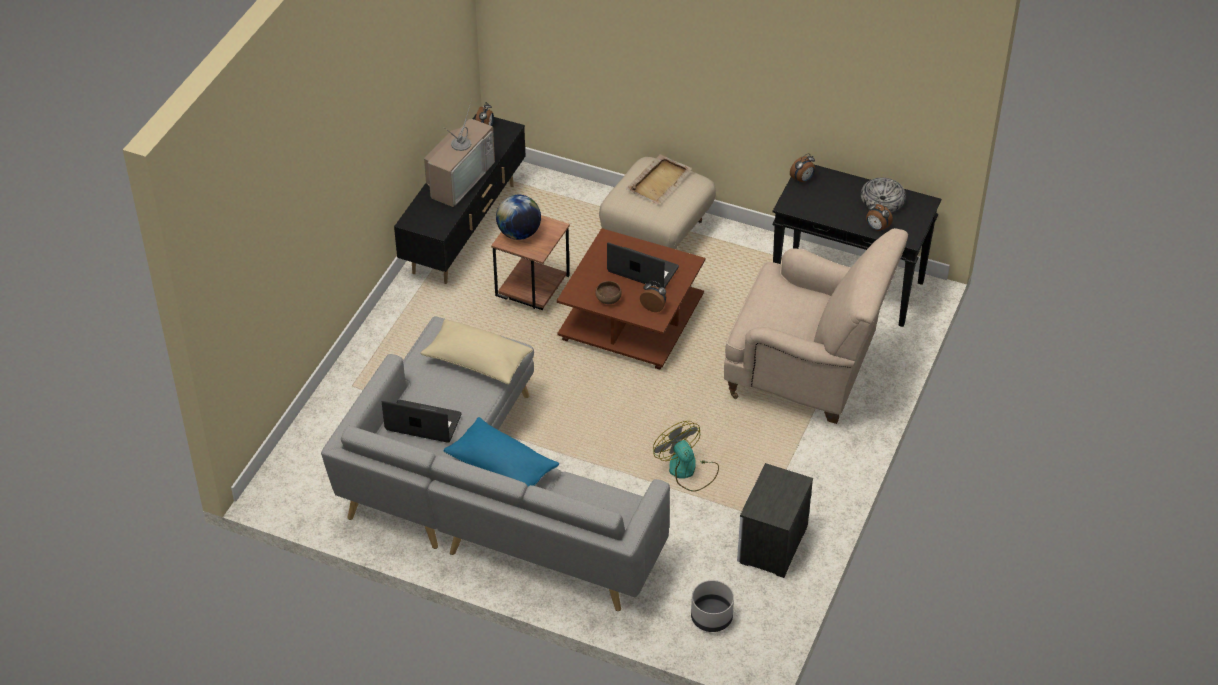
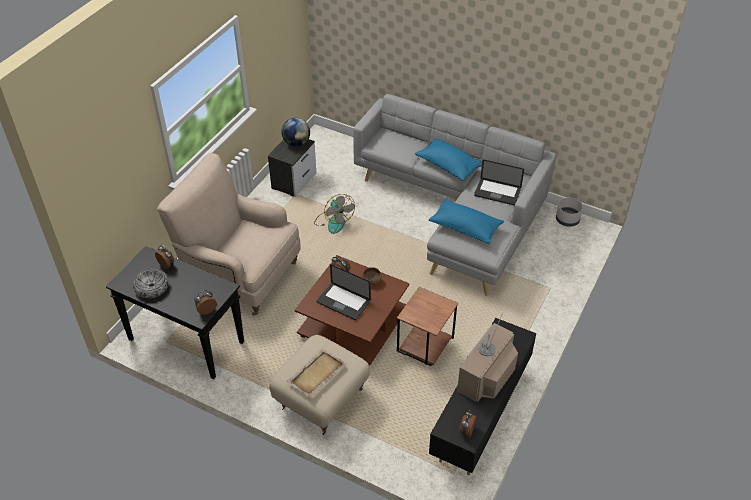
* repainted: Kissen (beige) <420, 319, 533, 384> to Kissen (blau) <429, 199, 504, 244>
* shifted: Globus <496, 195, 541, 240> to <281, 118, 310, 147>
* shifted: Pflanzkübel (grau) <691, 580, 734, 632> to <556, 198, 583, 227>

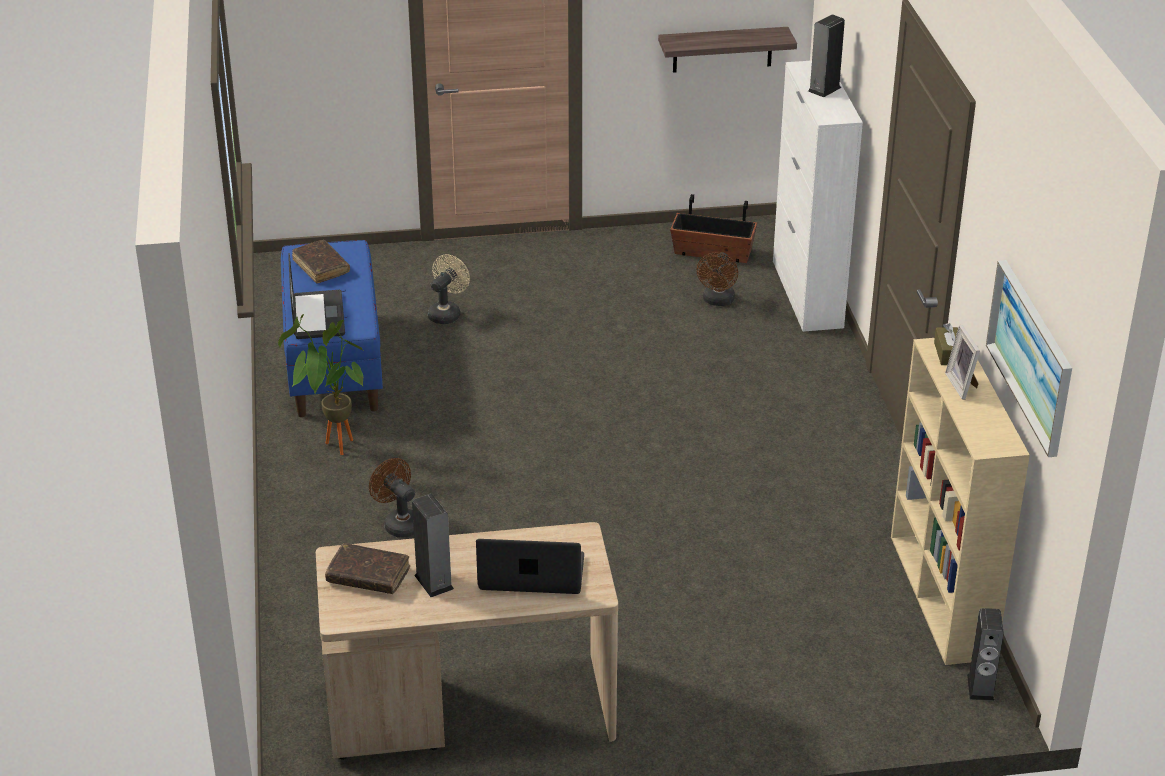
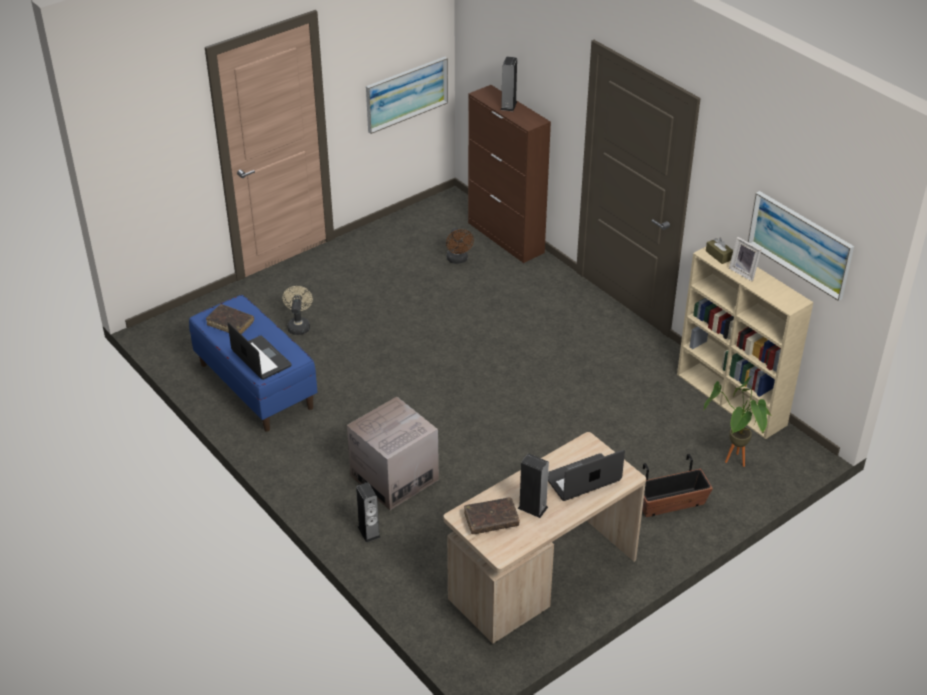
* shifted: Topfpflanze <278, 314, 363, 455> to <704, 376, 771, 467>
* swapped: Ventilator (braun) <369, 458, 415, 538> to Karton <347, 397, 439, 510>
* swapped: Wandregal <658, 27, 797, 73> to Bild <366, 57, 448, 134>
* shifted: Pflanzkübel <670, 194, 757, 263> to <642, 454, 713, 517>
* repainted: Schrank (weiß) <773, 61, 863, 332> to Schrank (braun) <468, 85, 551, 263>
* shifted: Lautsprecher <967, 608, 1004, 701> to <356, 482, 381, 543>

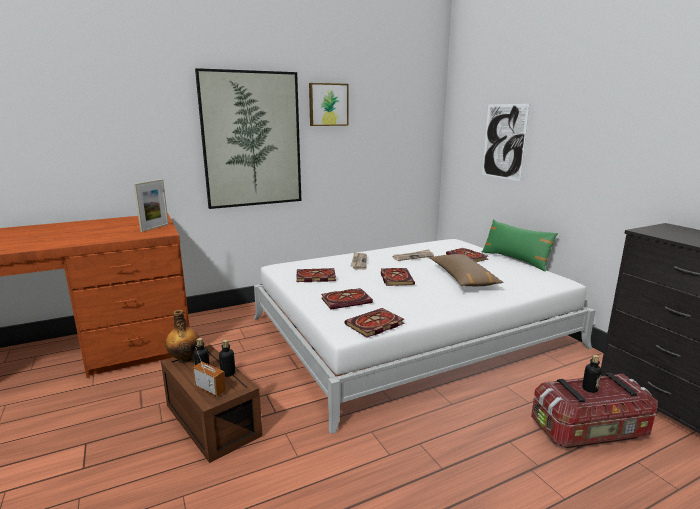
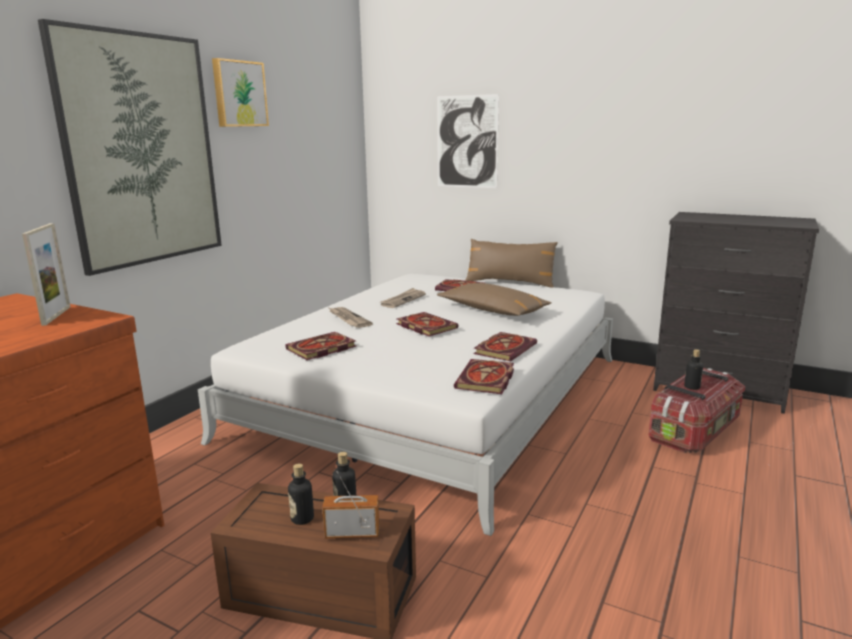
* gone: Flasche <165, 310, 199, 363>
* shifted: Buch <321, 288, 373, 309> to <473, 332, 537, 361>
* repainted: Kissen (grün) <482, 219, 558, 271> to Kissen (braun) <465, 239, 558, 288>

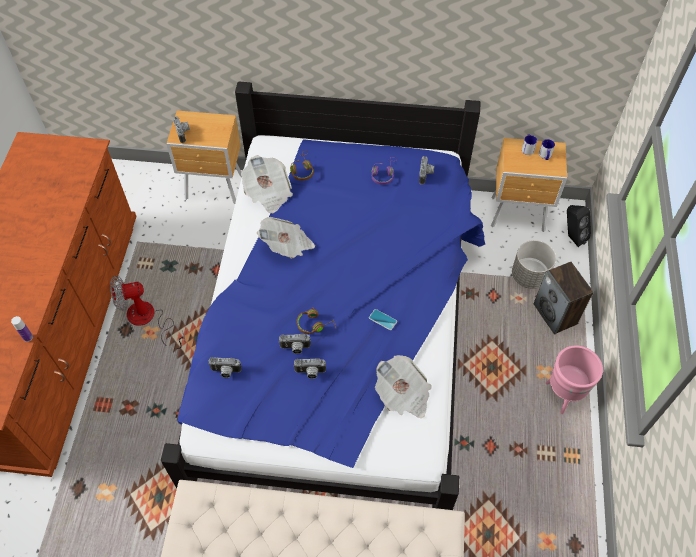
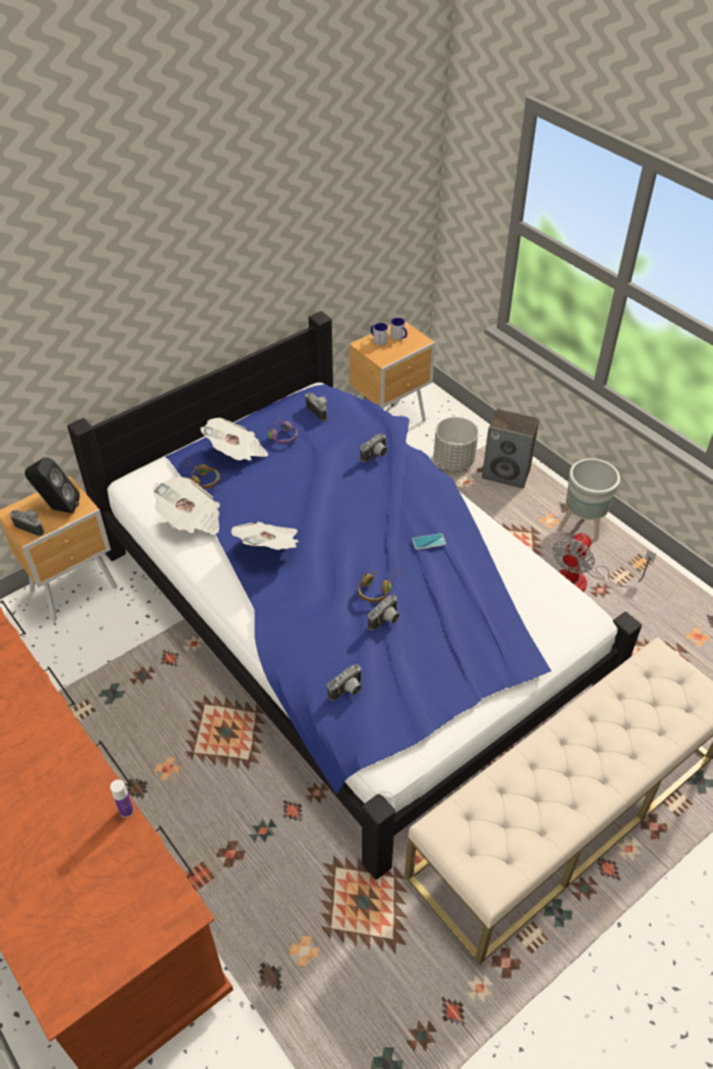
* shifted: Ventilator <110, 276, 186, 349> to <553, 533, 656, 592>
* shifted: Kamera <294, 358, 326, 379> to <360, 433, 387, 462>
* shifted: Zeitung <375, 355, 432, 418> to <200, 418, 268, 461>
* repainted: Pflanzkübel (rosa) <546, 346, 603, 414> to Pflanzkübel (grau) <559, 458, 620, 540>
* shifted: Lautsprecher (schwarz) <567, 205, 591, 247> to <25, 457, 80, 514>

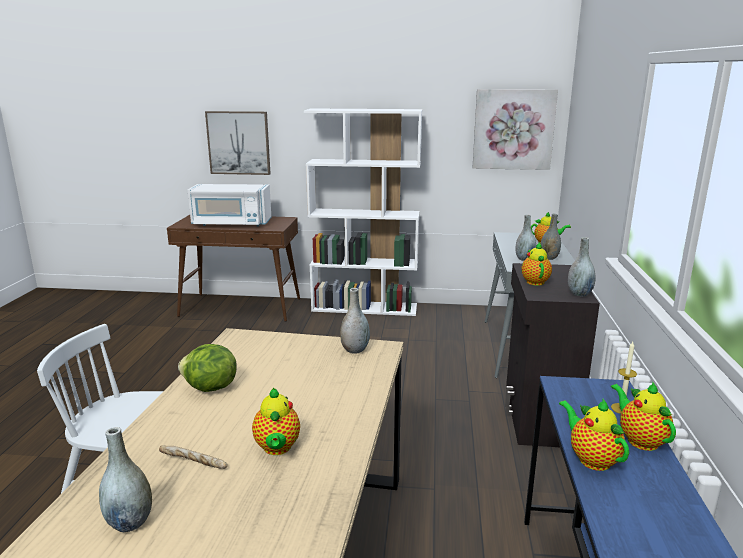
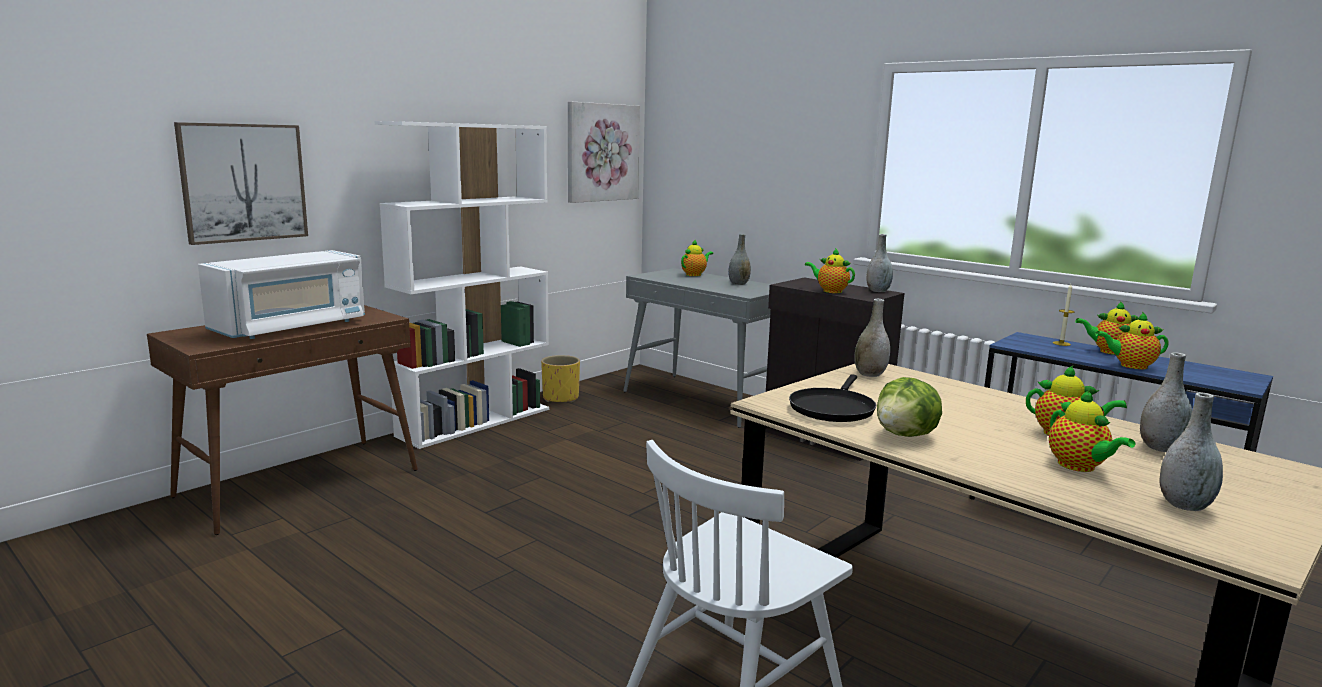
* swapped: Brot <159, 445, 228, 469> to Teekanne <1049, 390, 1136, 472>
* shifted: Vase (grau) <515, 215, 536, 261> to <1140, 352, 1192, 452>
* new: Pflanzkübel (gelb) <541, 355, 580, 403>
* new: Pfanne (schwarz) <789, 375, 876, 422>

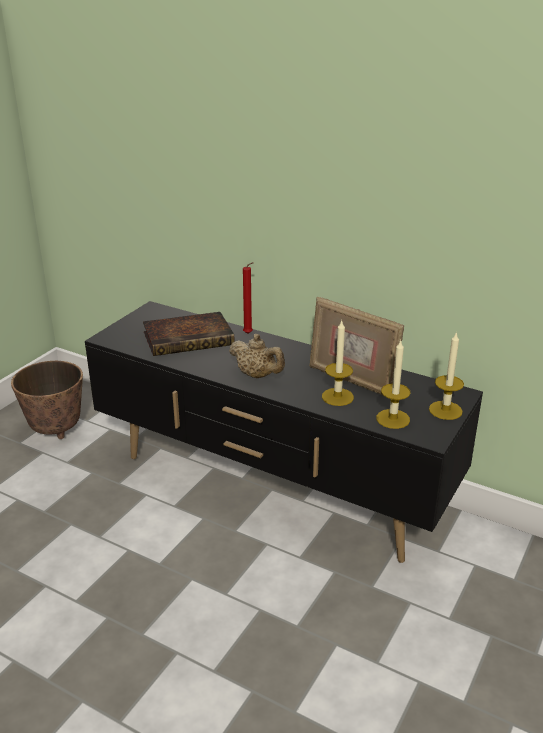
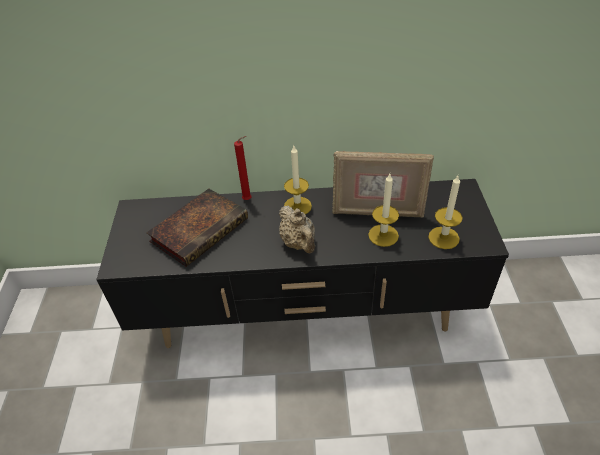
* gone: Pflanzkübel <11, 361, 83, 439>
* rotated: Teekanne (beige) <229, 334, 285, 378> = <279, 206, 315, 253> 60 degrees clockwise
* shifted: Kerze <429, 331, 464, 420> to <284, 146, 312, 214>

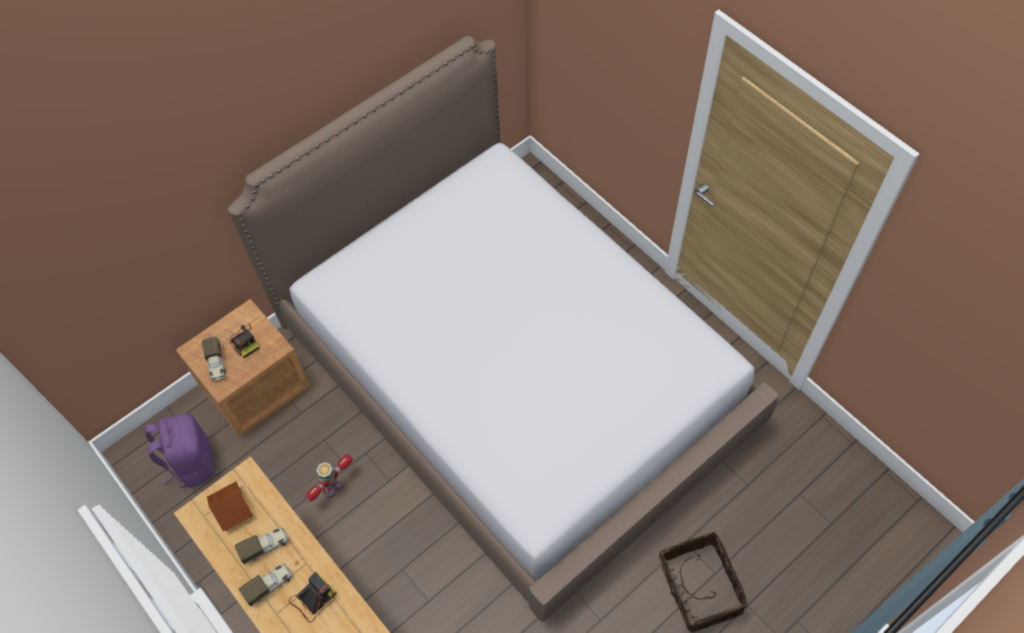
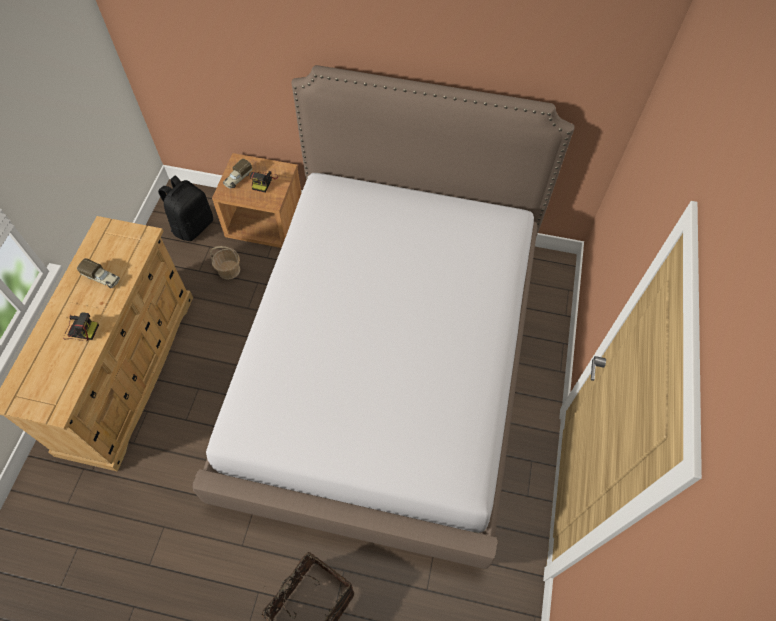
* repainted: Rucksack (lila) <144, 413, 214, 488> to Rucksack (schwarz) <158, 176, 213, 241>
* gone: Spielzeughaus <207, 482, 253, 531>
* gone: Spielzeuglaster <238, 563, 292, 607>
* gone: Spielzeugroboter <306, 454, 353, 501>
* new: Korb <210, 246, 240, 280>

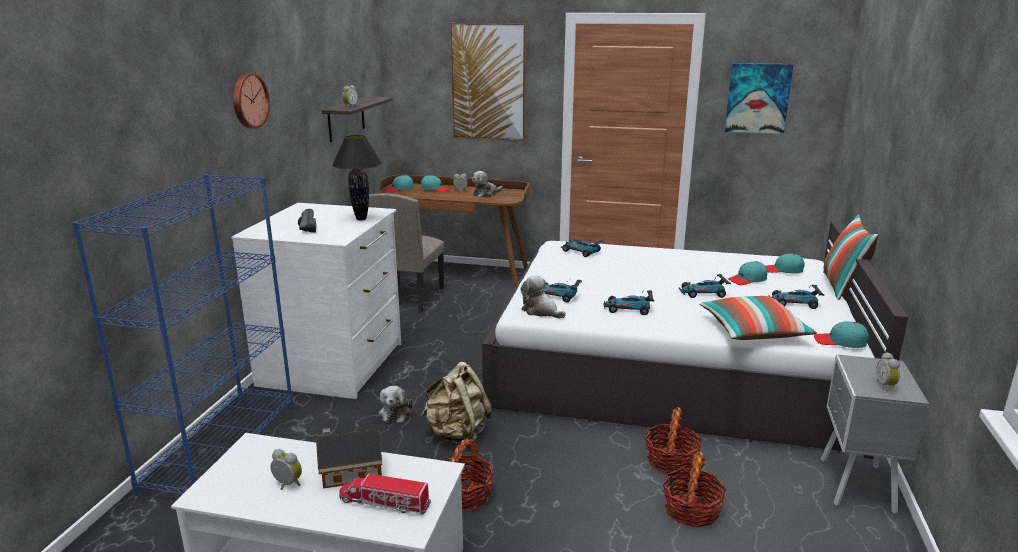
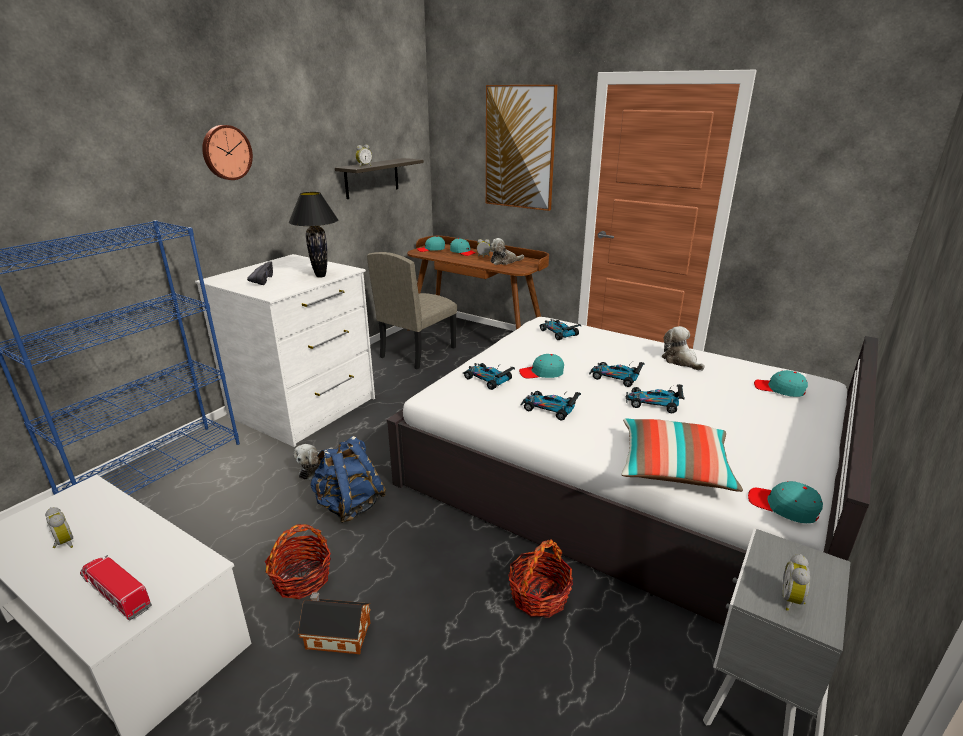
* shifted: Spielzeughaus <316, 428, 382, 489> to <298, 592, 371, 654>
* repainted: Rucksack (beige) <421, 362, 493, 446> to Rucksack (blau) <311, 436, 386, 523>
* shifted: Plüschtier <521, 275, 566, 318> to <661, 326, 705, 371>
* gone: Korb <663, 452, 726, 527>
* gone: Bild <725, 63, 793, 134>
* shifted: Kappe (türkis) <728, 261, 767, 285> to <519, 354, 564, 378>
* shifted: Spielzeugauto <768, 284, 824, 309> to <589, 361, 645, 387>
* gone: Kissen <823, 214, 879, 300>

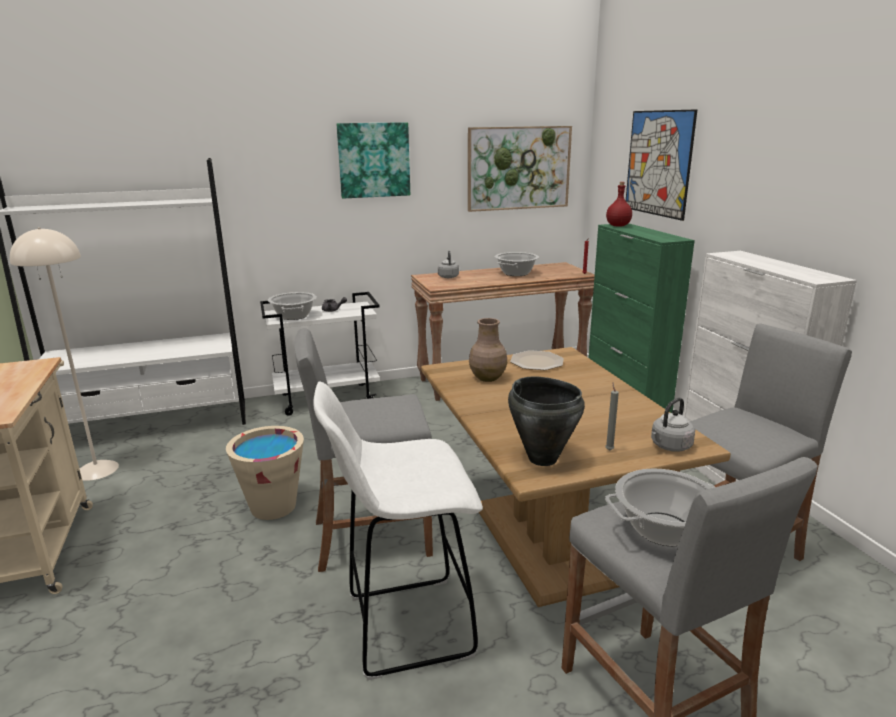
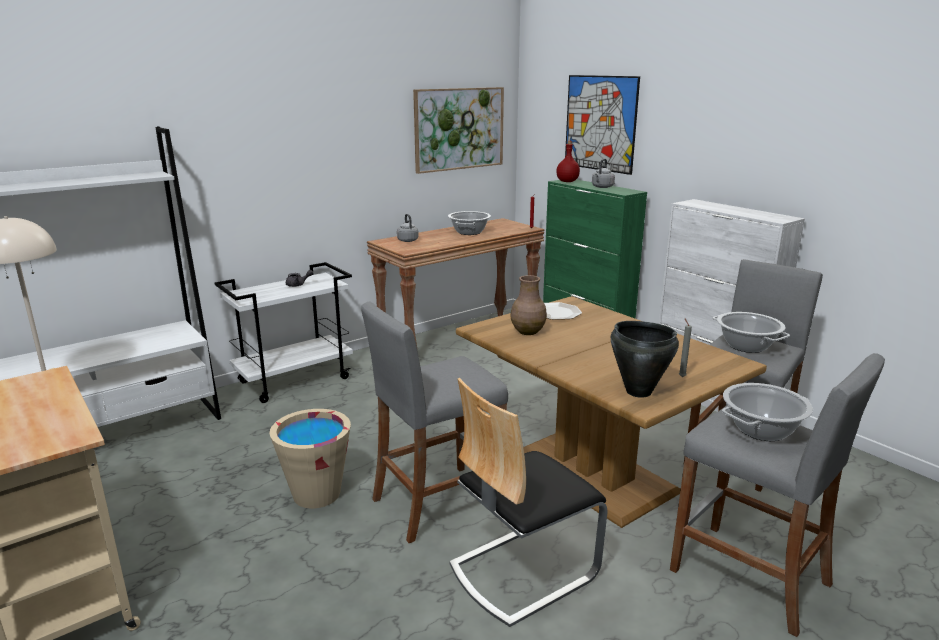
* shifted: Kochtopf <268, 292, 317, 320> to <713, 312, 790, 353>
* swapped: Hocker (weiß) <313, 382, 483, 680> to Stuhl <449, 378, 607, 627>
* gone: Bild <336, 122, 410, 199>
* shifted: Wasserkessel (grau) <651, 398, 695, 452> to <592, 159, 615, 188>

